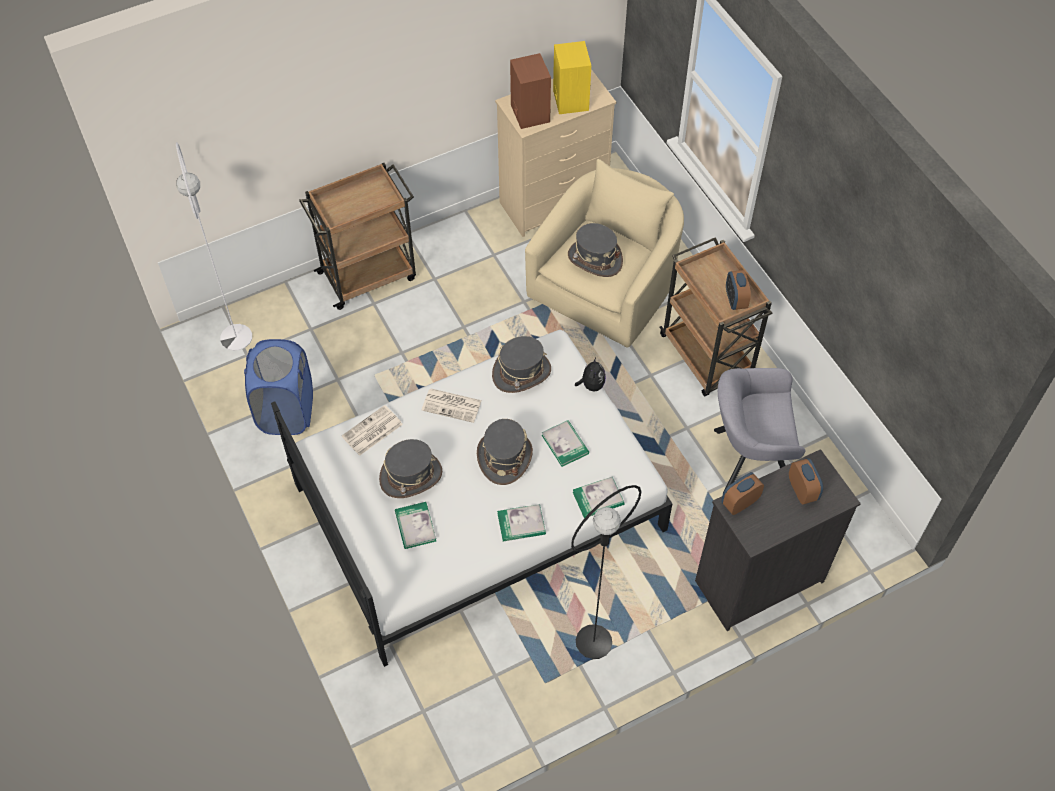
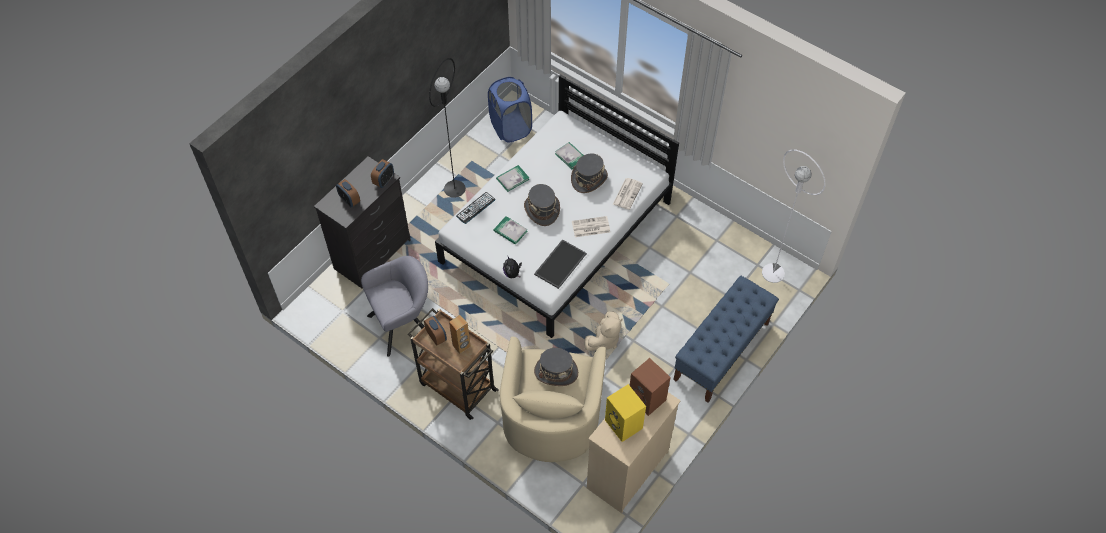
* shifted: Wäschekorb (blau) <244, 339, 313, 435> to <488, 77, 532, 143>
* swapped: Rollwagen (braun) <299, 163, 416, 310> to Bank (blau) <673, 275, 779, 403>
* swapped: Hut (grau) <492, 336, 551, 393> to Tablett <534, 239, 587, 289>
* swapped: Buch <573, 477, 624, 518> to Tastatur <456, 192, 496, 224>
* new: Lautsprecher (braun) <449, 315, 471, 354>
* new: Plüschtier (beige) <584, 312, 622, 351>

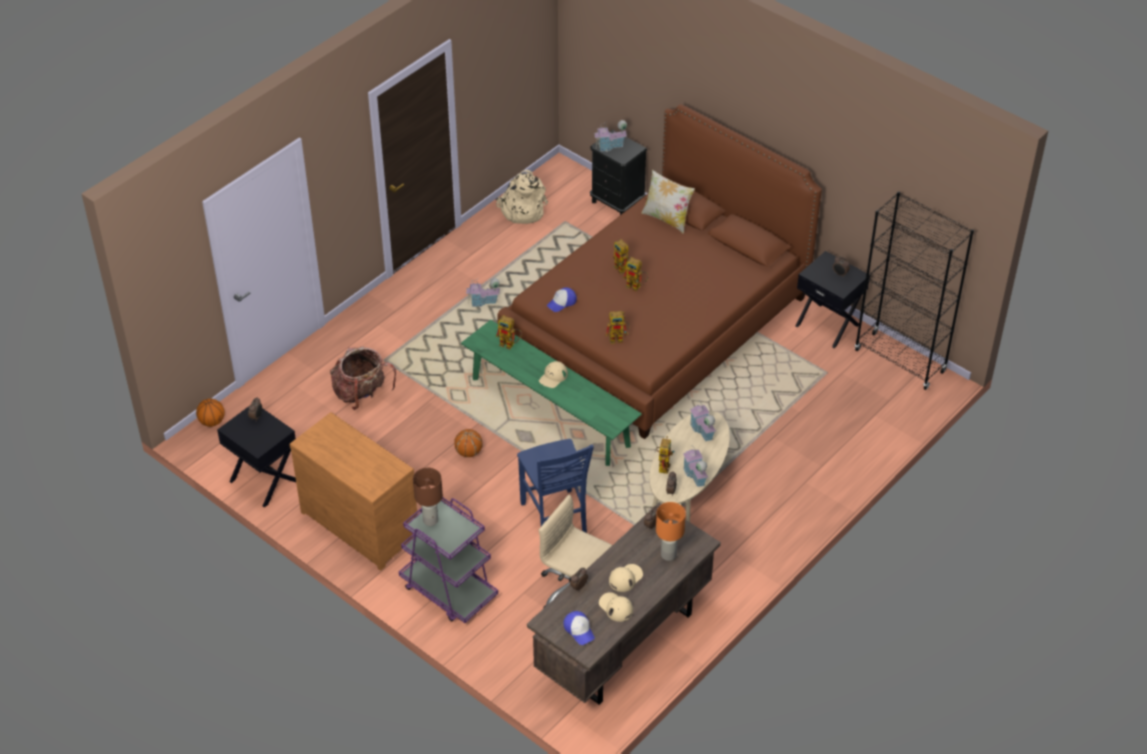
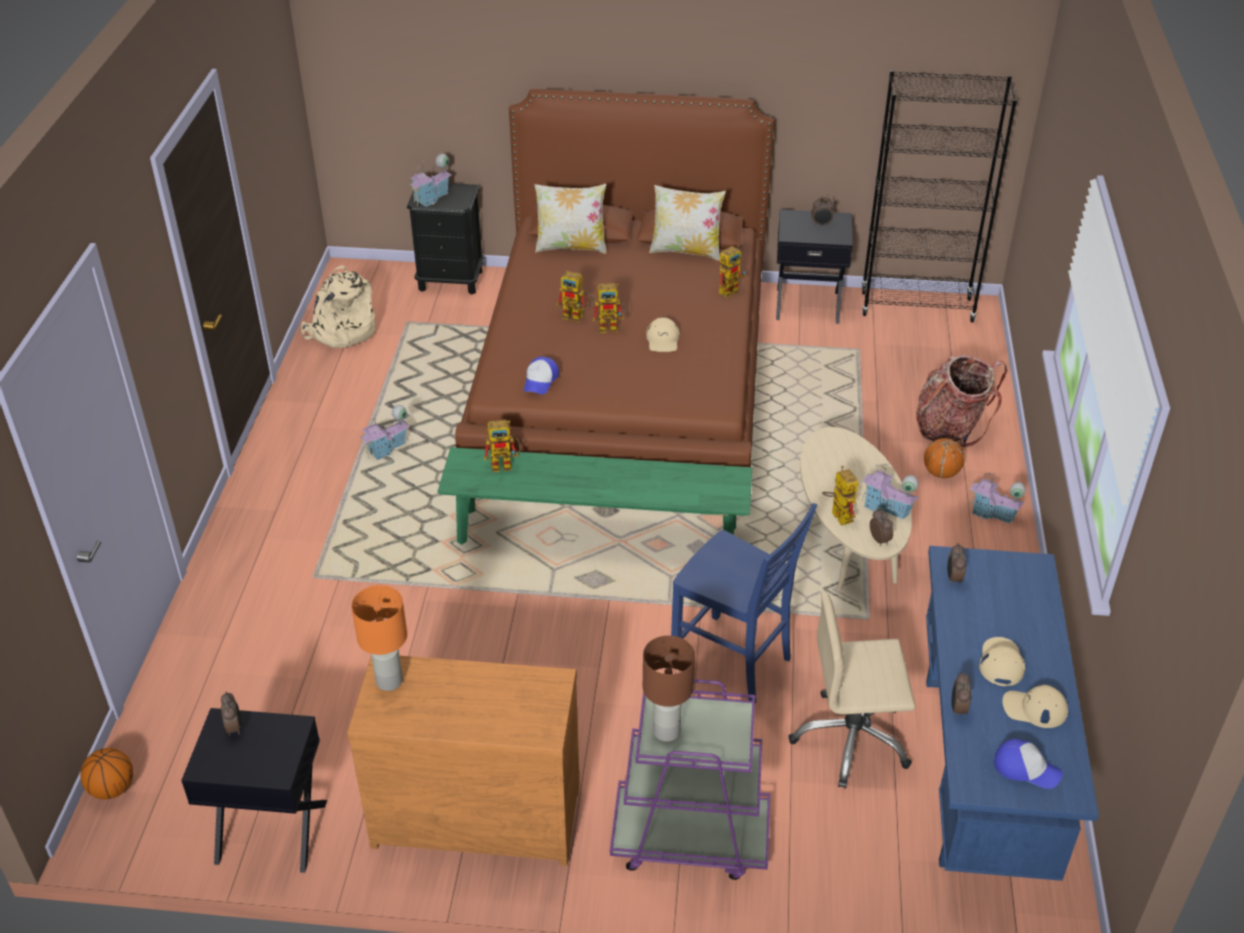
* shifted: Rucksack <330, 346, 396, 410> to <916, 355, 1007, 447>
* shifted: Basketball <454, 429, 482, 457> to <924, 438, 965, 478>
* repainted: Schreibtisch (braun) <527, 503, 721, 705> to Schreibtisch (blau) <926, 546, 1099, 881>
* shifted: Kappe (beige) <539, 361, 568, 388> to <646, 317, 680, 352>
* shifted: Spielzeugroboter <605, 311, 629, 344> to <719, 245, 746, 298>
* shifted: Tischlampe (orange) <656, 502, 686, 561> to <351, 585, 407, 691>
* shifted: Spielzeughaus <690, 401, 716, 441> to <968, 473, 1026, 524>
* new: Kissen <649, 185, 726, 261>

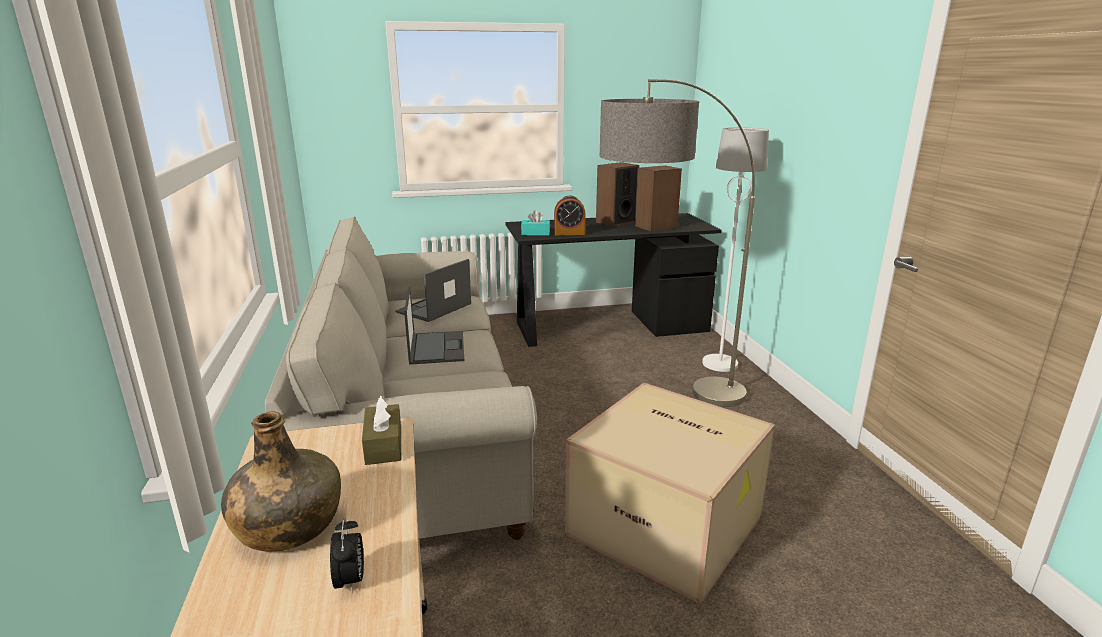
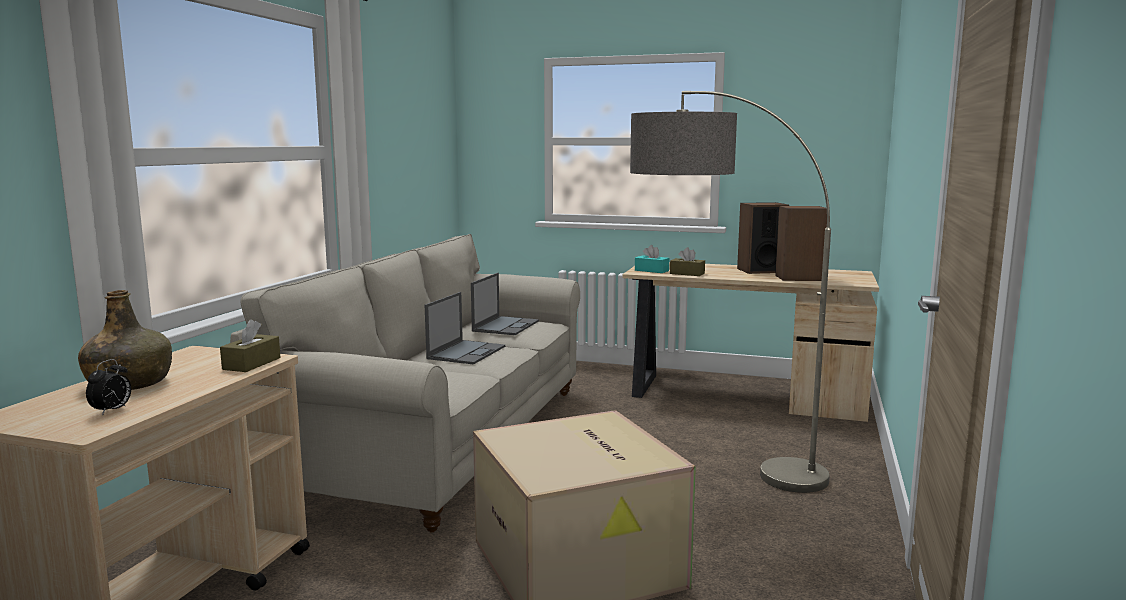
* rotated: Laptop <395, 259, 471, 322> = <471, 273, 539, 335> 135 degrees clockwise
* repainted: Schreibtisch (schwarz) <506, 213, 722, 347> to Schreibtisch (beige) <622, 262, 879, 422>
* swapped: Wecker <554, 196, 585, 235> to Taschentuchbox (braun) <670, 247, 705, 276>
* gone: Stehlampe (weiß) <702, 127, 769, 372>

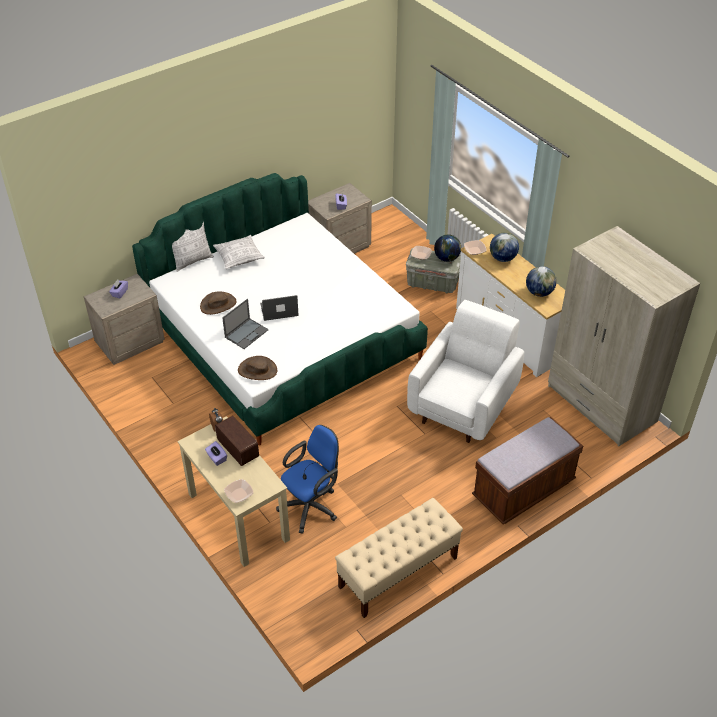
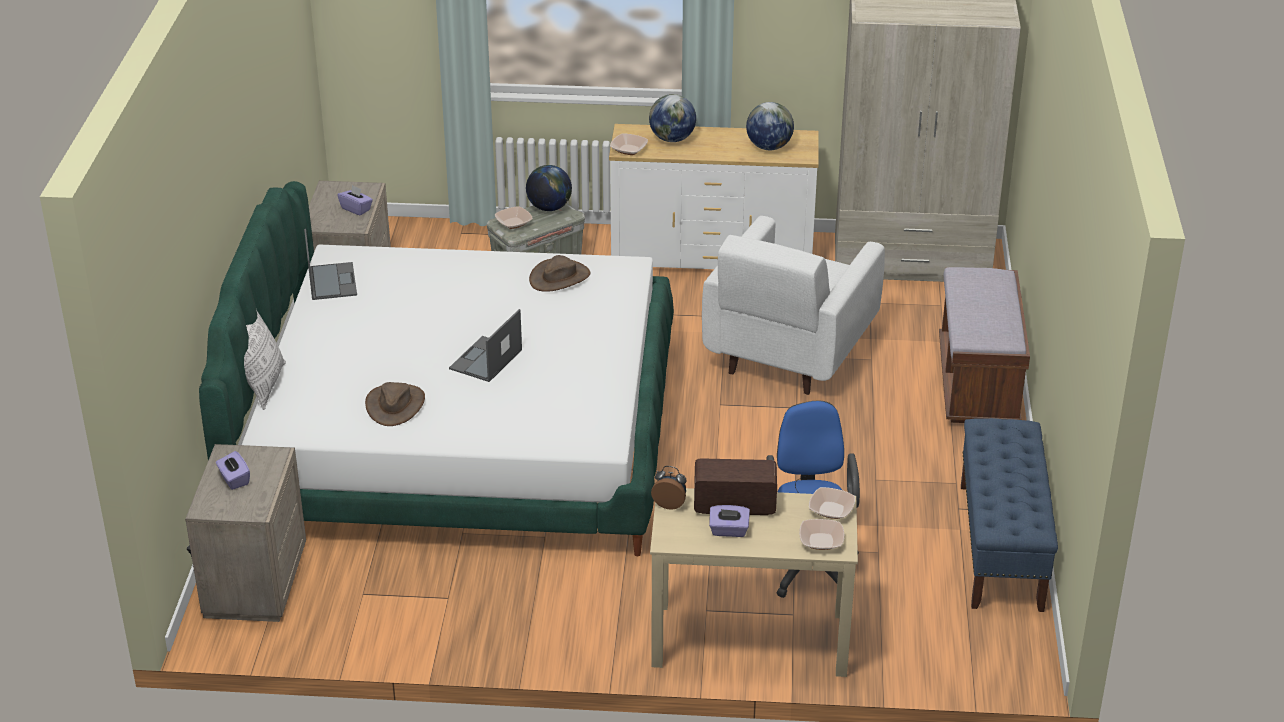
* gone: Kissen <213, 235, 265, 269>
* shifted: Laptop <222, 299, 268, 349> to <304, 229, 357, 300>
* shifted: Hut (braun) <238, 356, 277, 380> to <529, 255, 590, 292>
* repainted: Bank (beige) <335, 498, 463, 618> to Bank (blau) <961, 418, 1058, 612>
* rotated: Sessel (weiß) <407, 300, 524, 443> = <702, 216, 885, 395> 135 degrees counterclockwise
* new: Schüssel <809, 487, 855, 519>

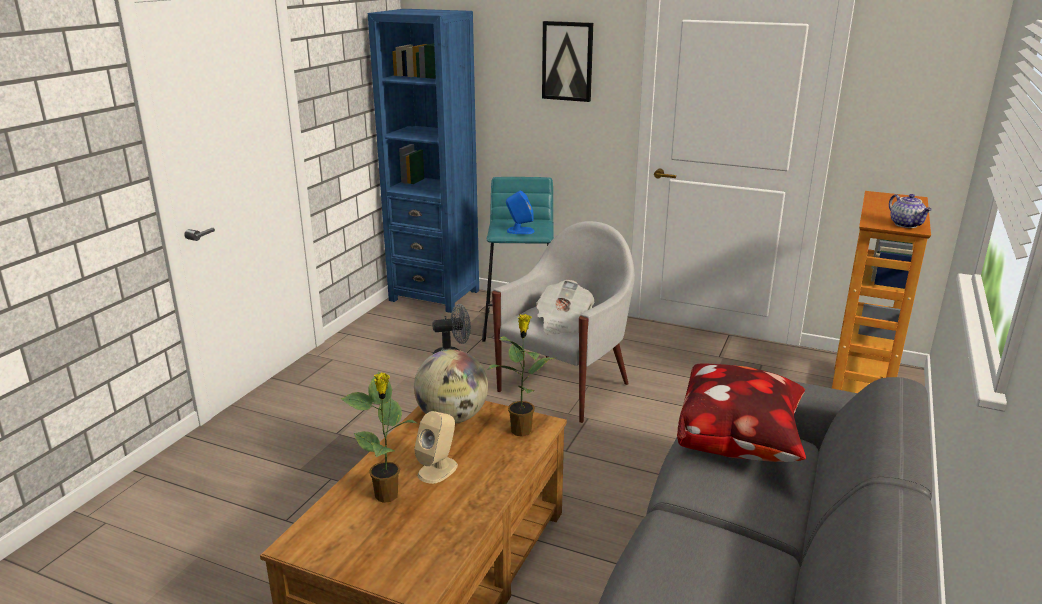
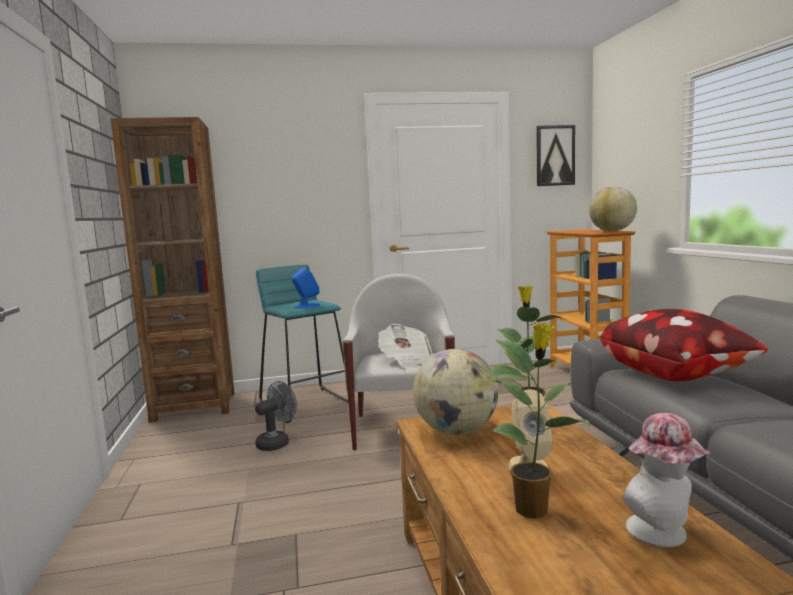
* repainted: Bücherregal (blau) <368, 9, 479, 313> to Bücherregal (braun) <110, 117, 235, 423>
* shifted: Bild <542, 21, 593, 102> to <536, 125, 575, 186>
* swapped: Teekanne <889, 194, 932, 228> to Globus <589, 186, 637, 232>
* new: Hut <623, 413, 711, 547>

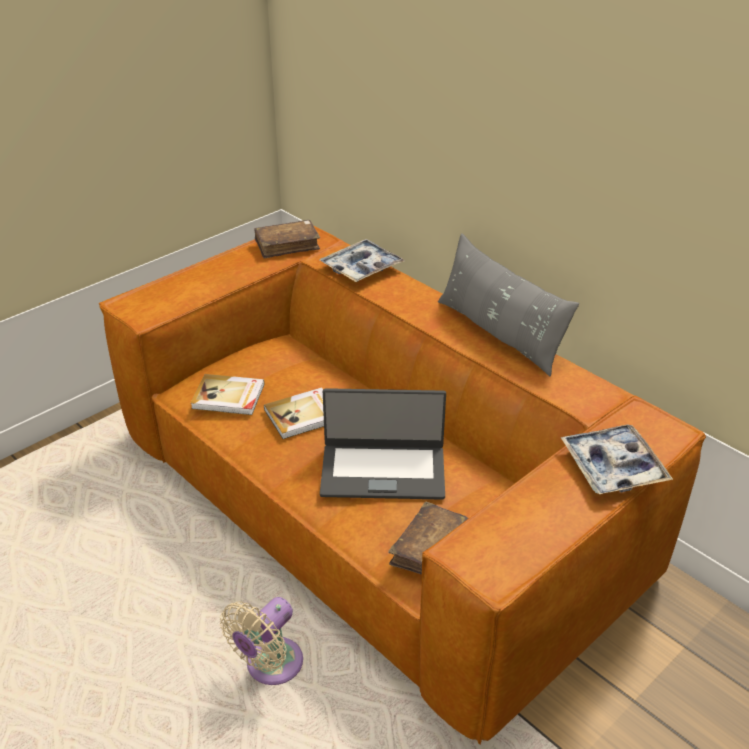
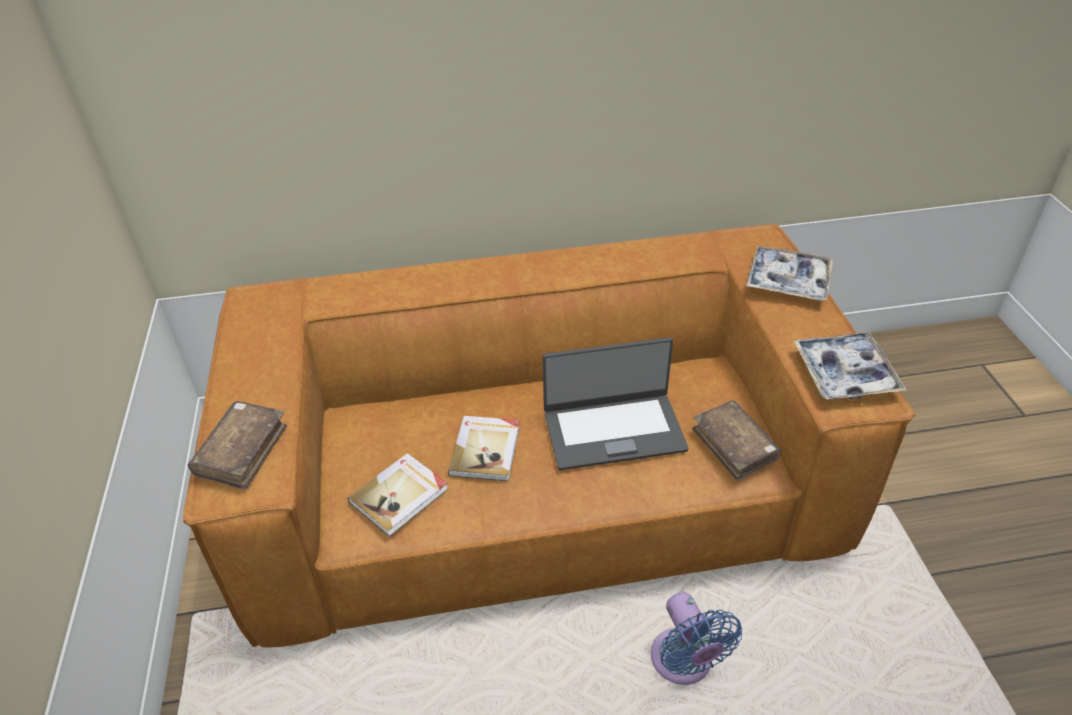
* repainted: Ventilator (beige) <220, 597, 303, 685> to Ventilator (blau) <651, 592, 742, 685>
* shifted: Buch (braun) <254, 220, 320, 258> to <188, 401, 287, 490>
* shifted: Tablett <320, 239, 404, 282> to <794, 332, 907, 400>
* rotated: Laptop <320, 388, 446, 500> = <542, 337, 688, 470> 45 degrees clockwise
* gone: Kissen (grau) <438, 233, 579, 376>

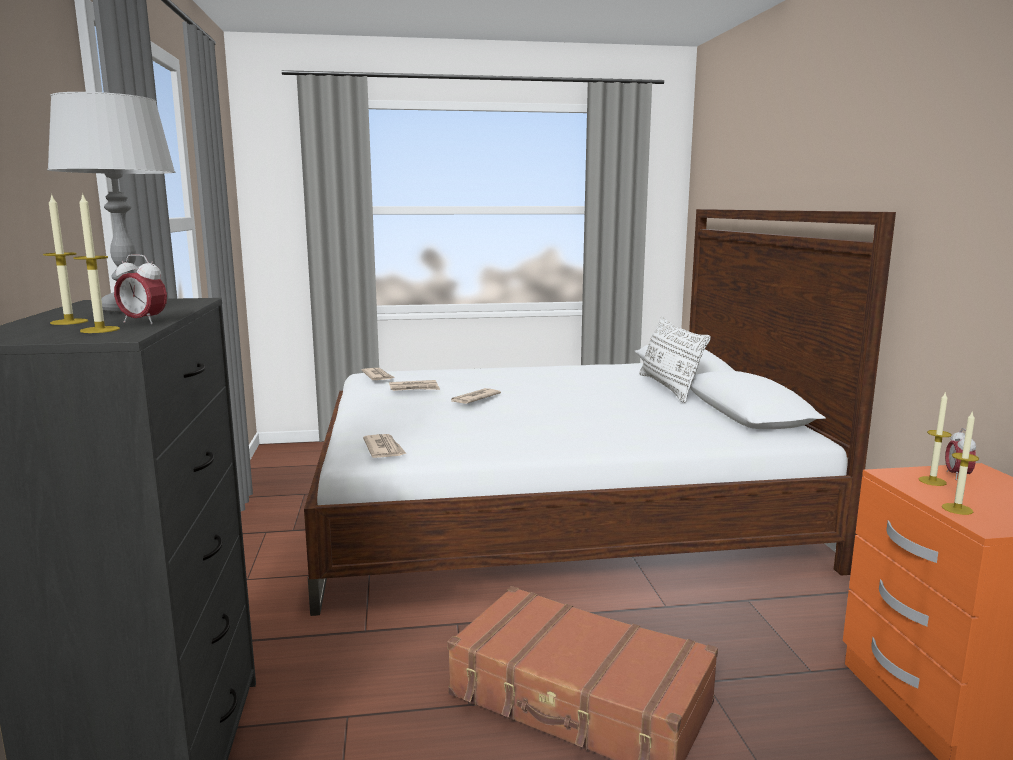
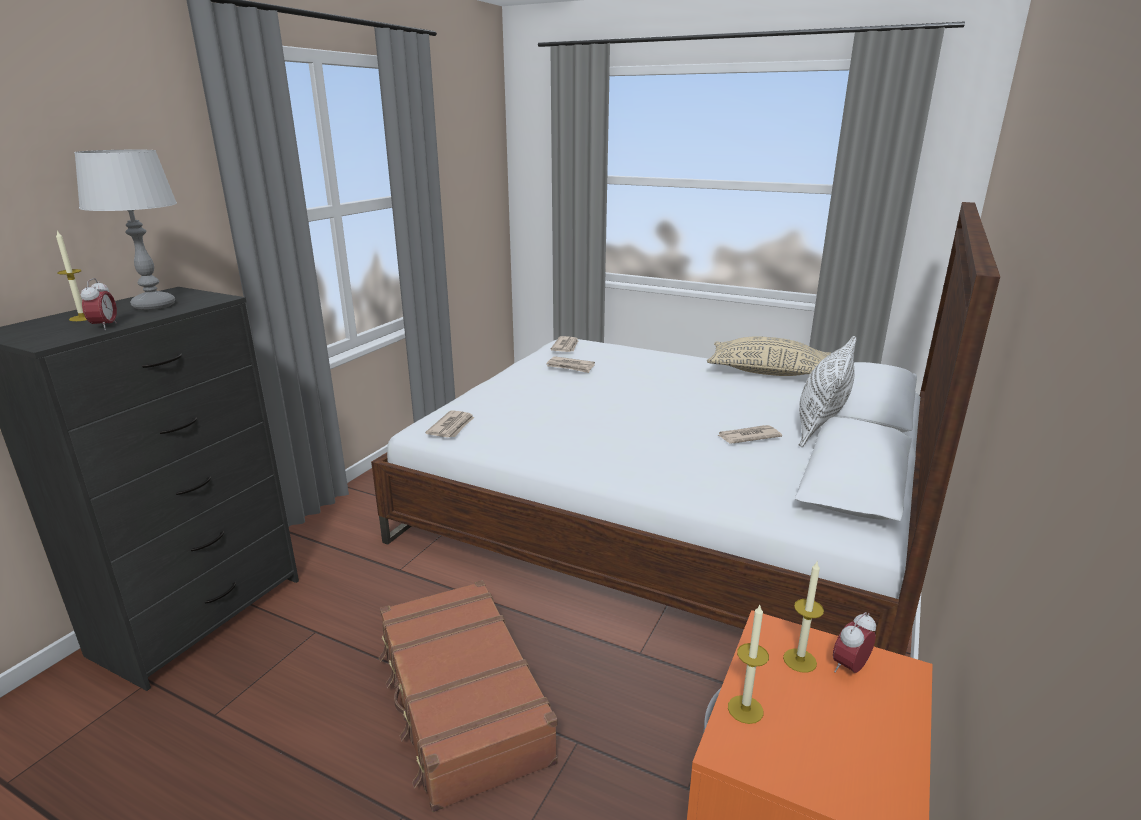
* gone: Kerze <73, 193, 120, 333>
* rotated: Wecker <114, 254, 167, 324> = <81, 278, 117, 330> 150 degrees counterclockwise
* shifted: Zeitung <451, 388, 501, 404> to <717, 425, 782, 444>
* new: Kissen (beige) <707, 336, 831, 376>

